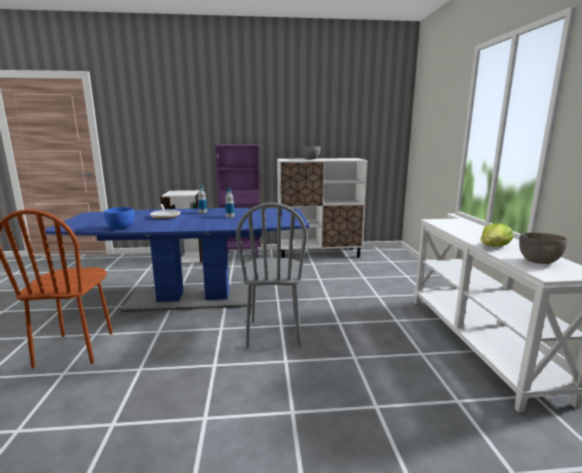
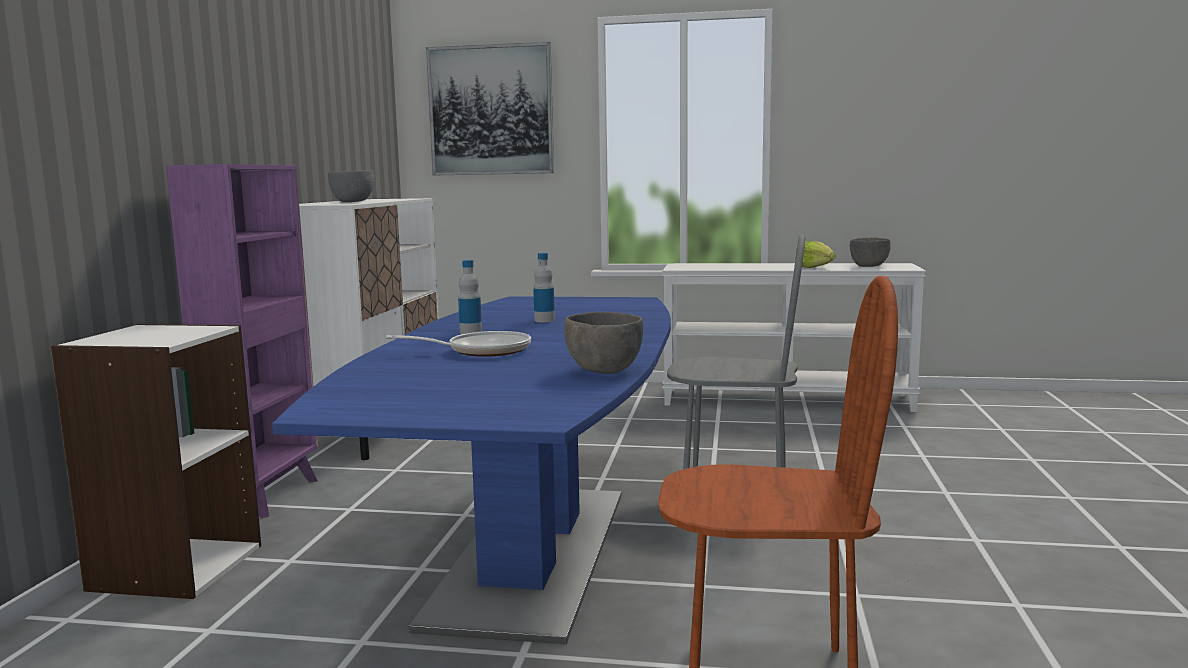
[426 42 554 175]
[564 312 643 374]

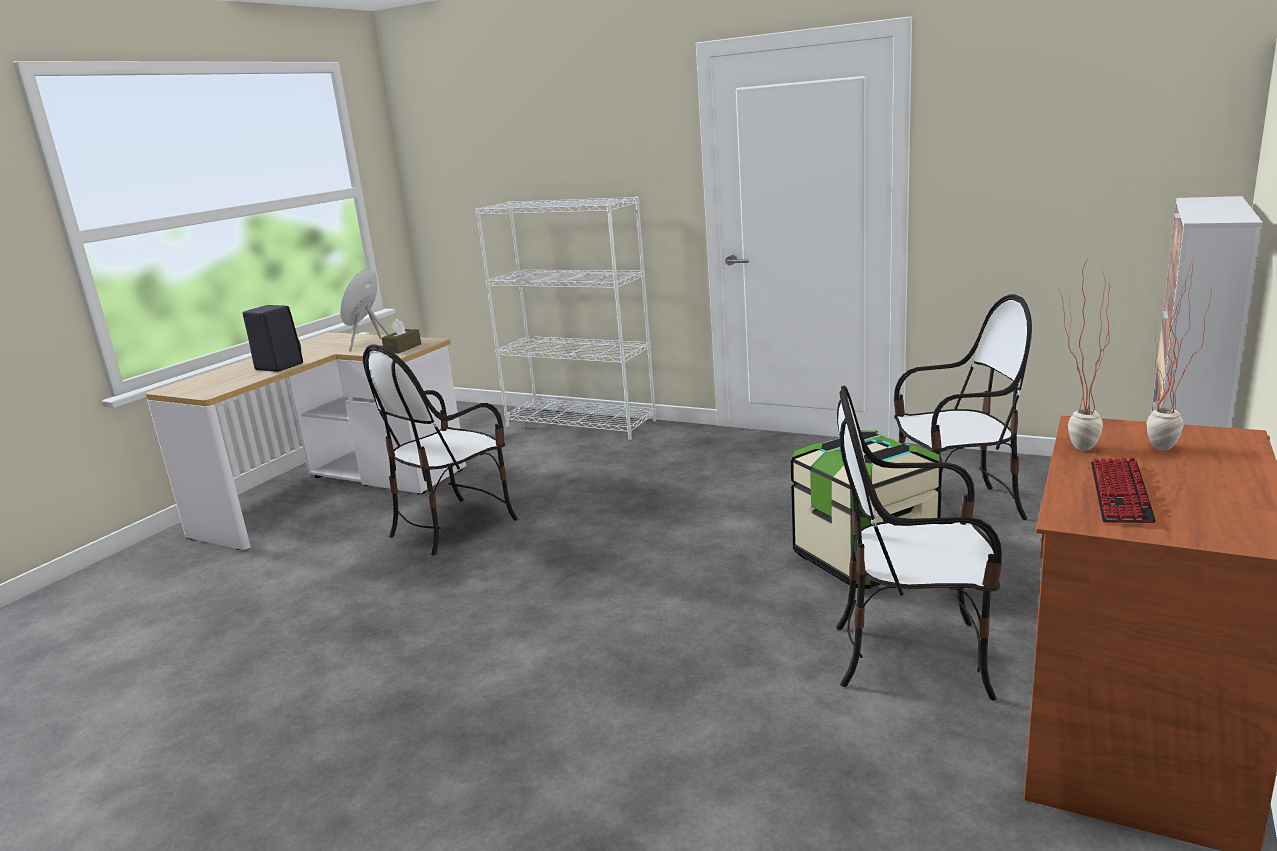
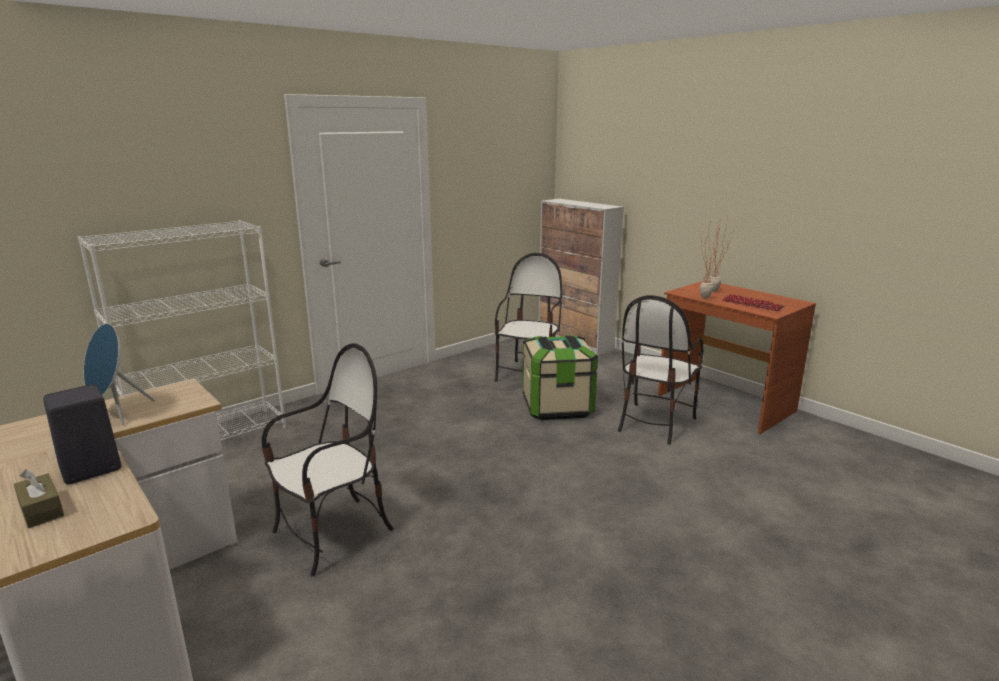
[14 469 64 528]
[262 343 394 576]

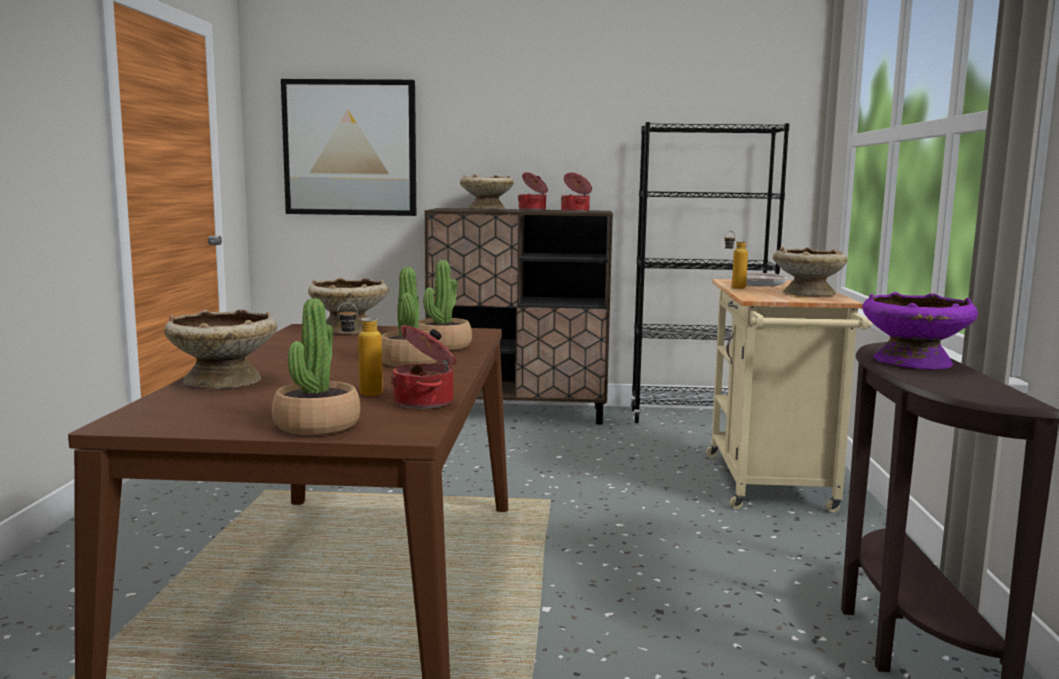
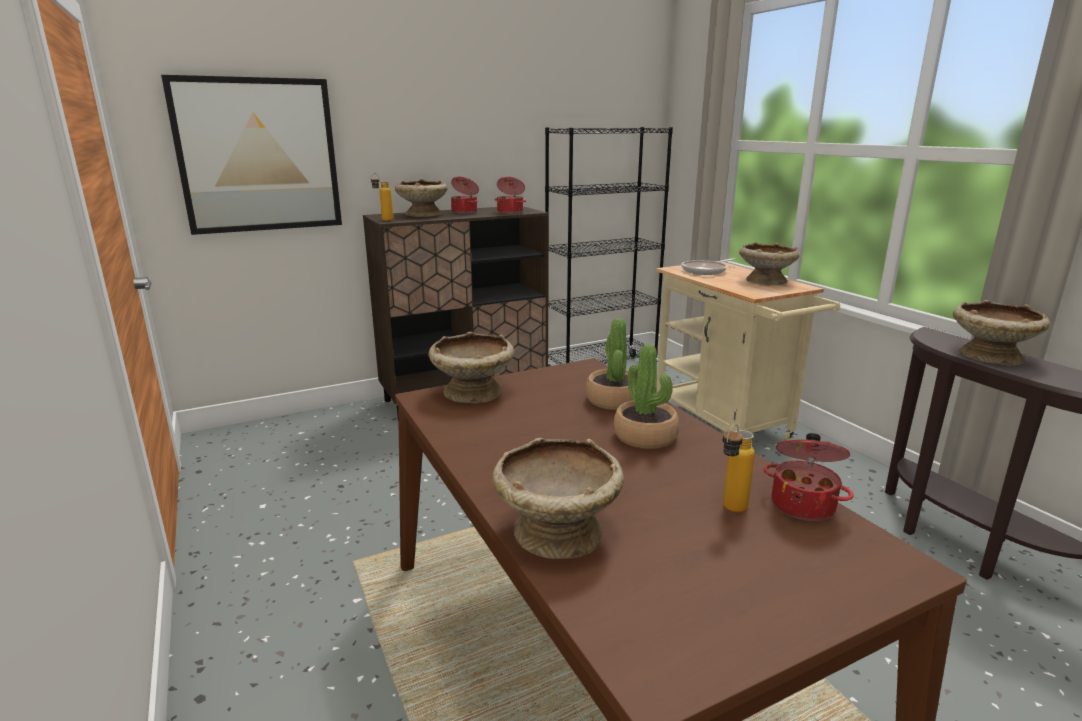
[370 173 393 221]
[953 300 1050 365]
[272 298 360 435] (first image)

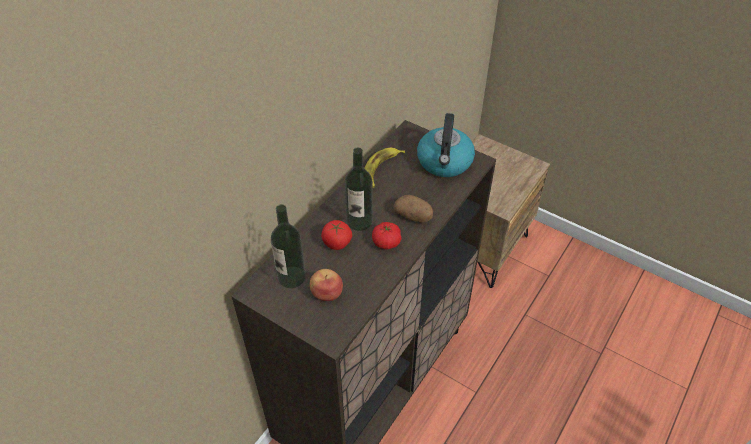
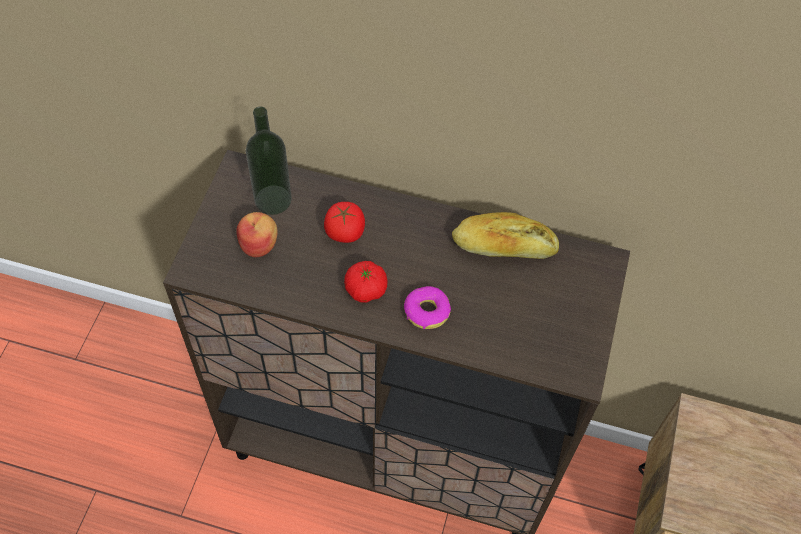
[404 286 451 329]
[452 212 559 259]
[345 148 373 231] (first image)
[417 113 475 177] (first image)

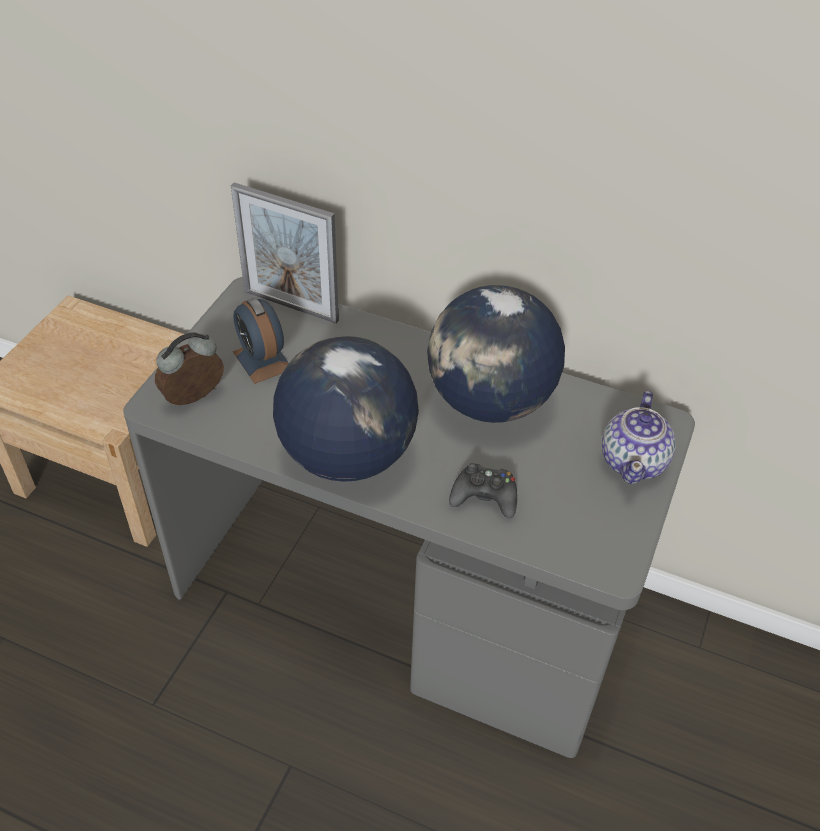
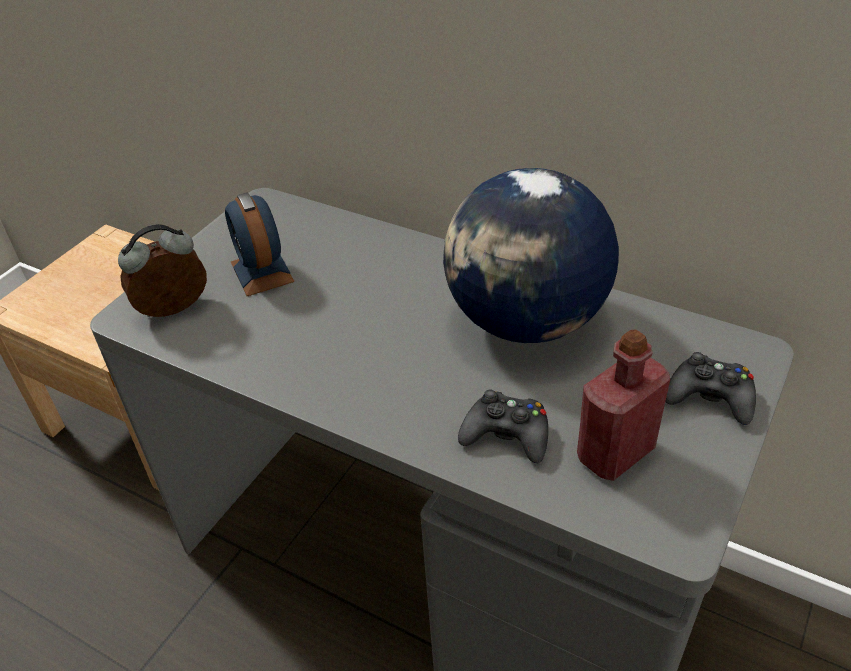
[577 329 670 481]
[665 352 756 425]
[231 182 339 324] (first image)
[273 336 419 481] (first image)

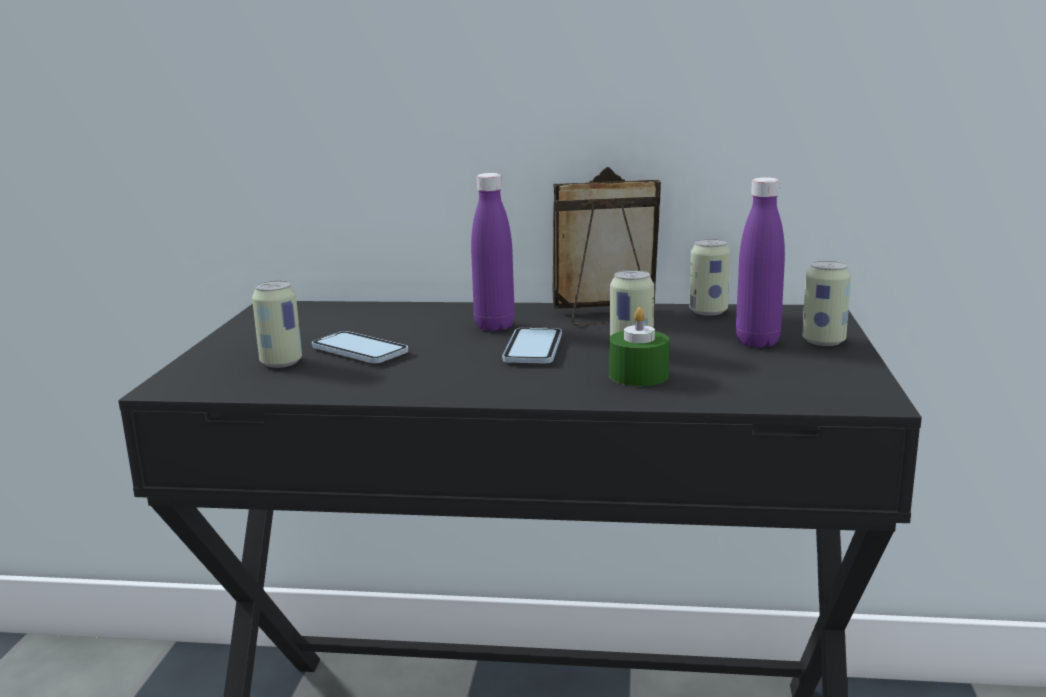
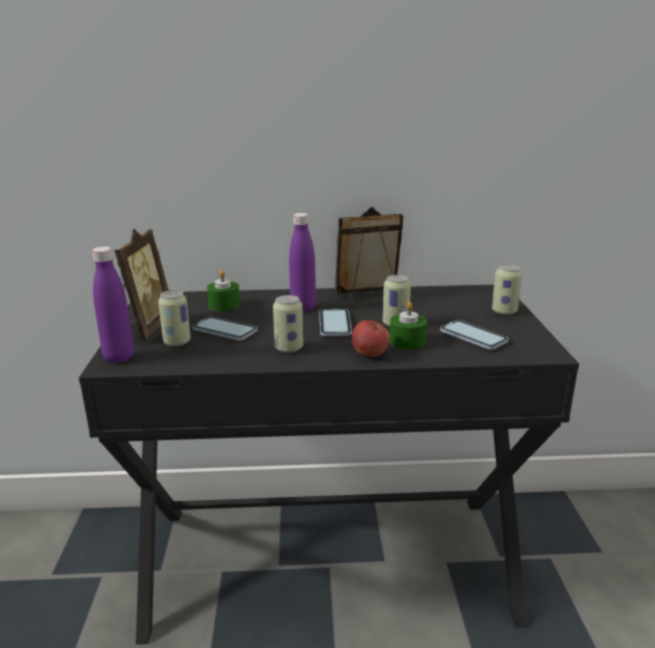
[92 246 134 364]
[114 228 169 340]
[207 270 240 312]
[273 295 303 353]
[352 320 390 357]
[440 320 509 350]

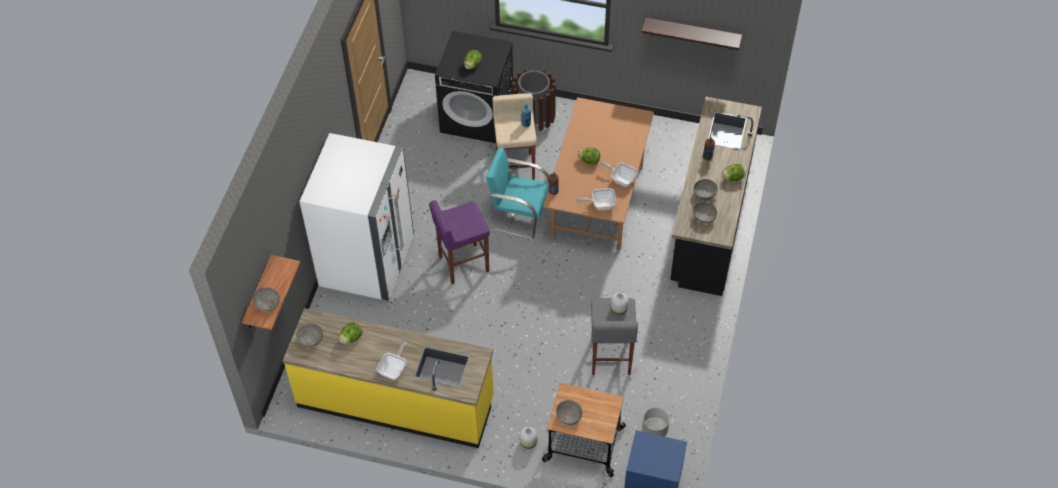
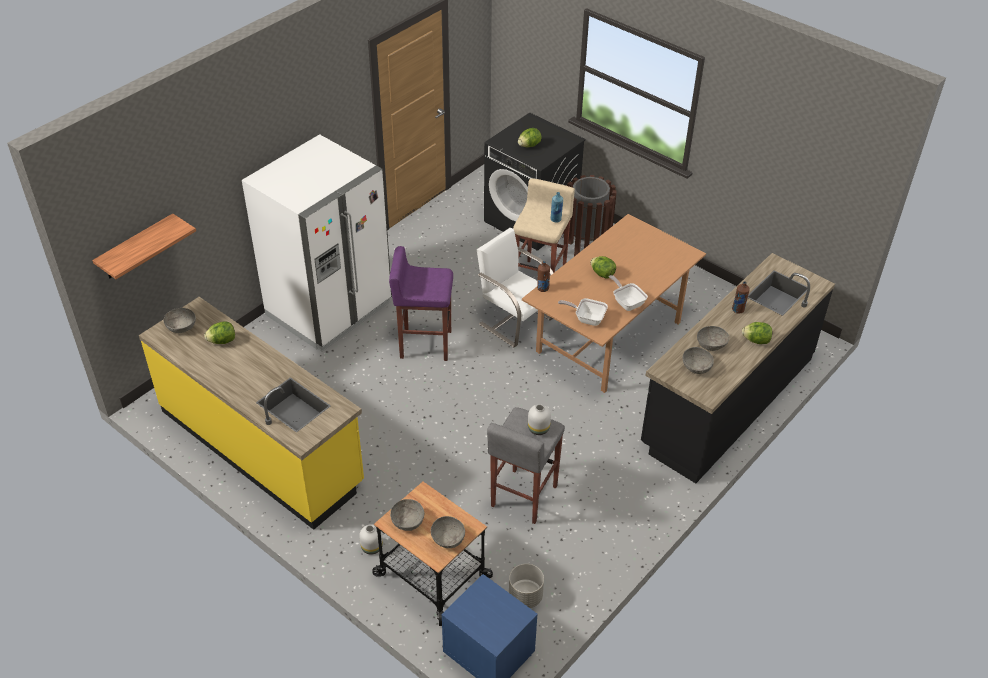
[431 516 465 548]
[477 228 553 347]
[376 341 407 380] (first image)
[641 17 742 50] (first image)

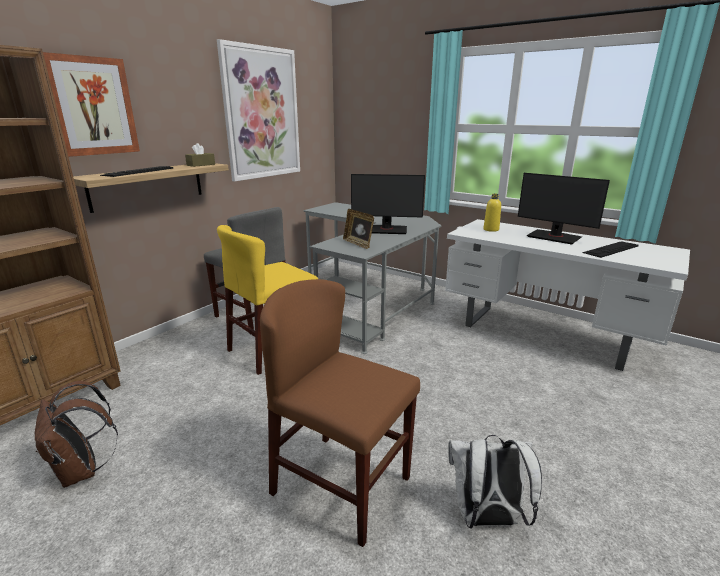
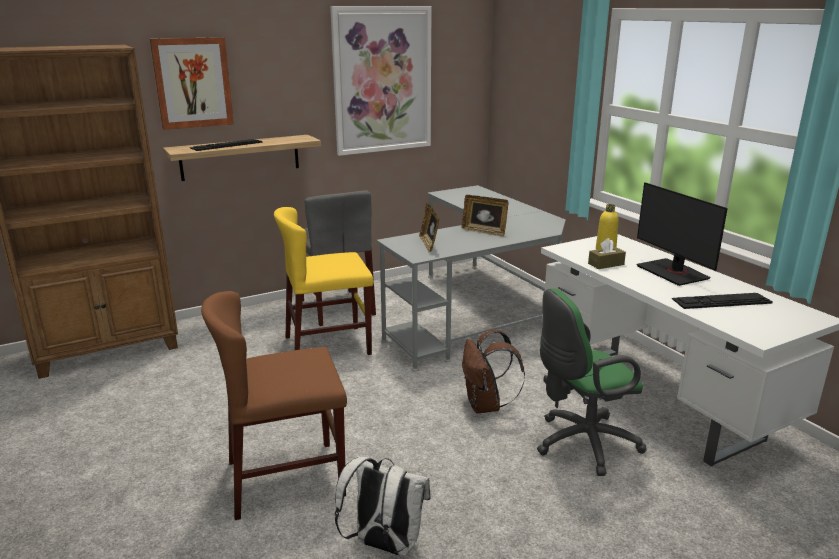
[201 291 347 520]
[462 195 508 236]
[462 329 525 414]
[537 288 646 476]
[588 238 626 269]

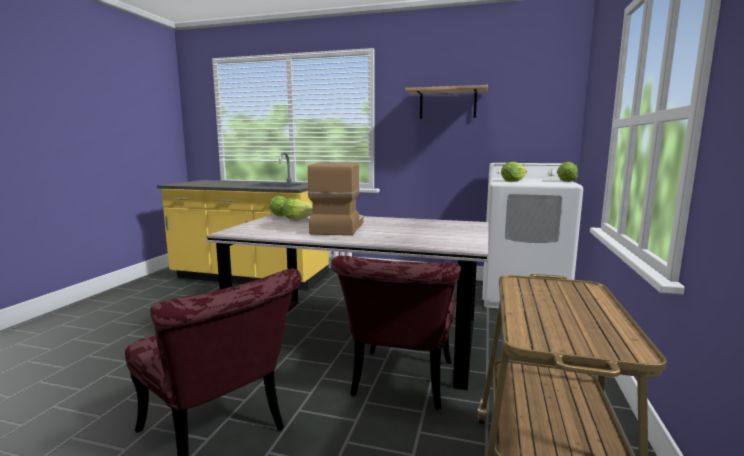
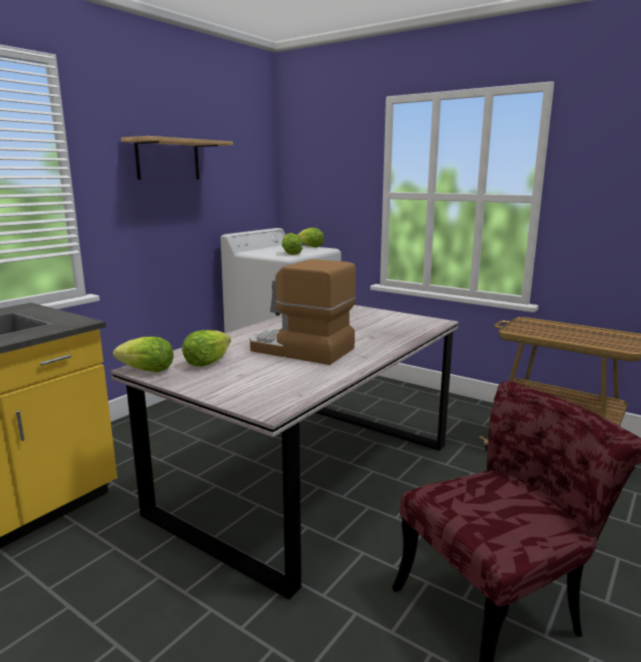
[331 256 461 410] (first image)

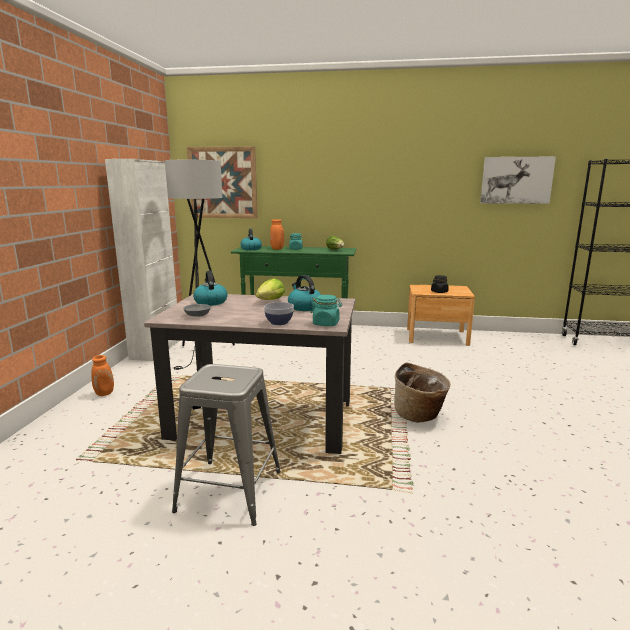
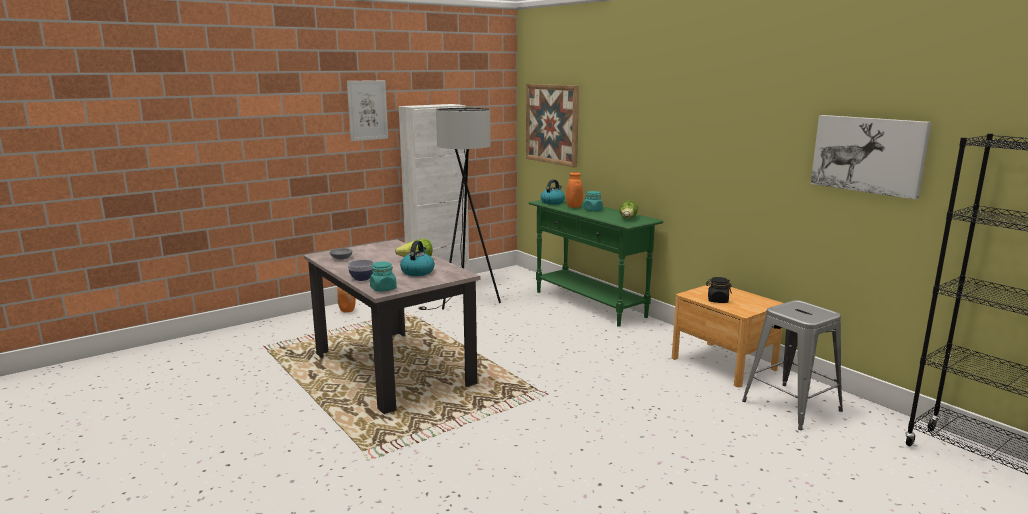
[347 80 388 141]
[742 300 843 430]
[193 271 228 306] (first image)
[394 363 450 423] (first image)

